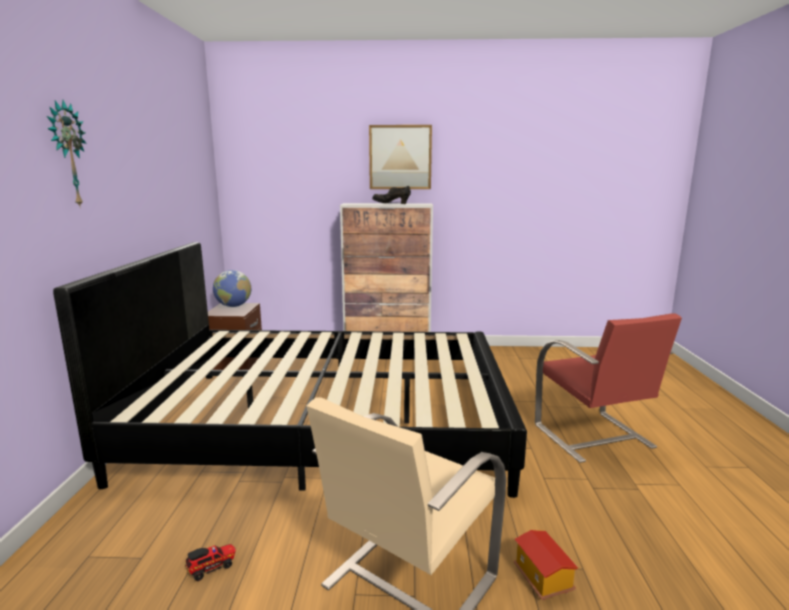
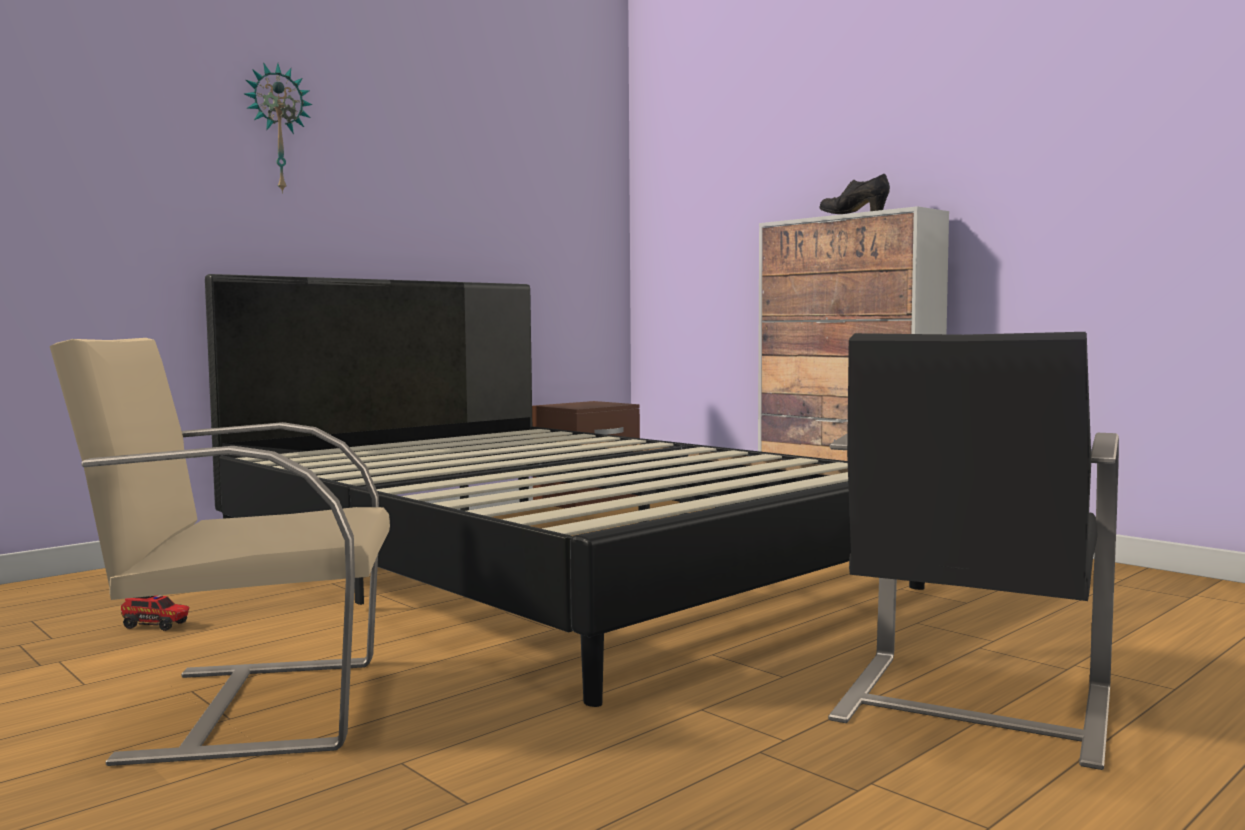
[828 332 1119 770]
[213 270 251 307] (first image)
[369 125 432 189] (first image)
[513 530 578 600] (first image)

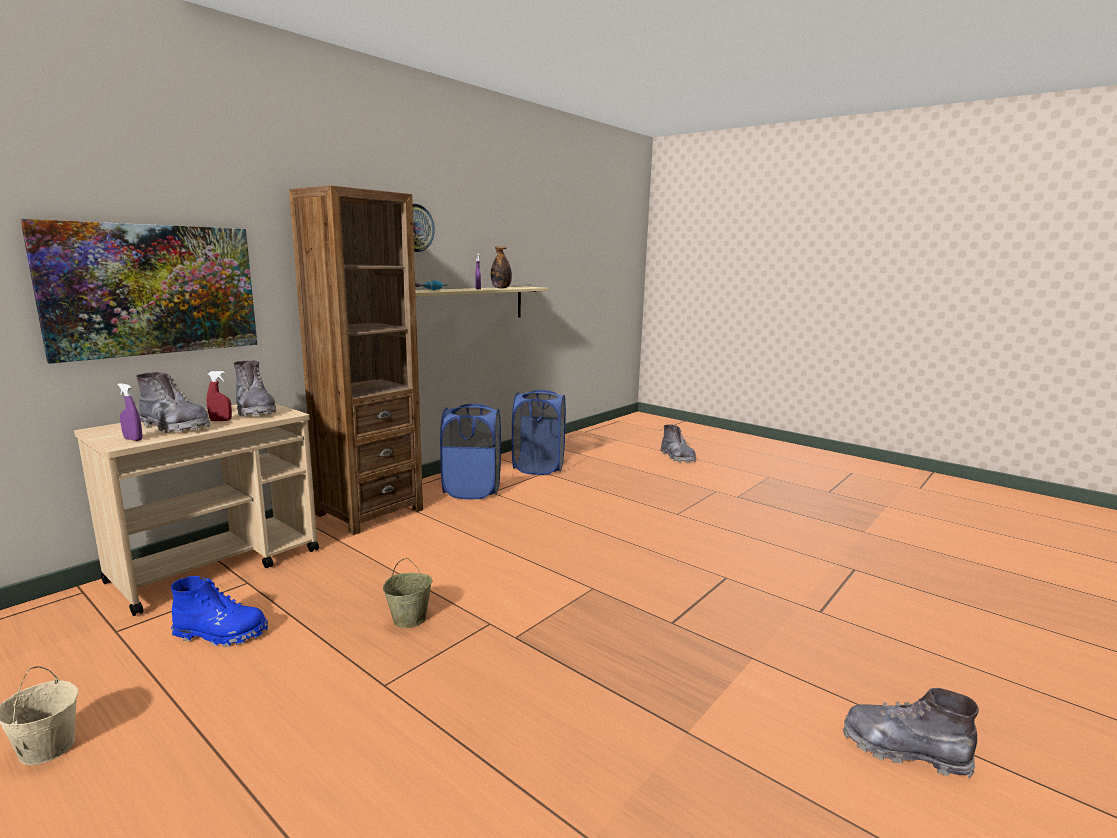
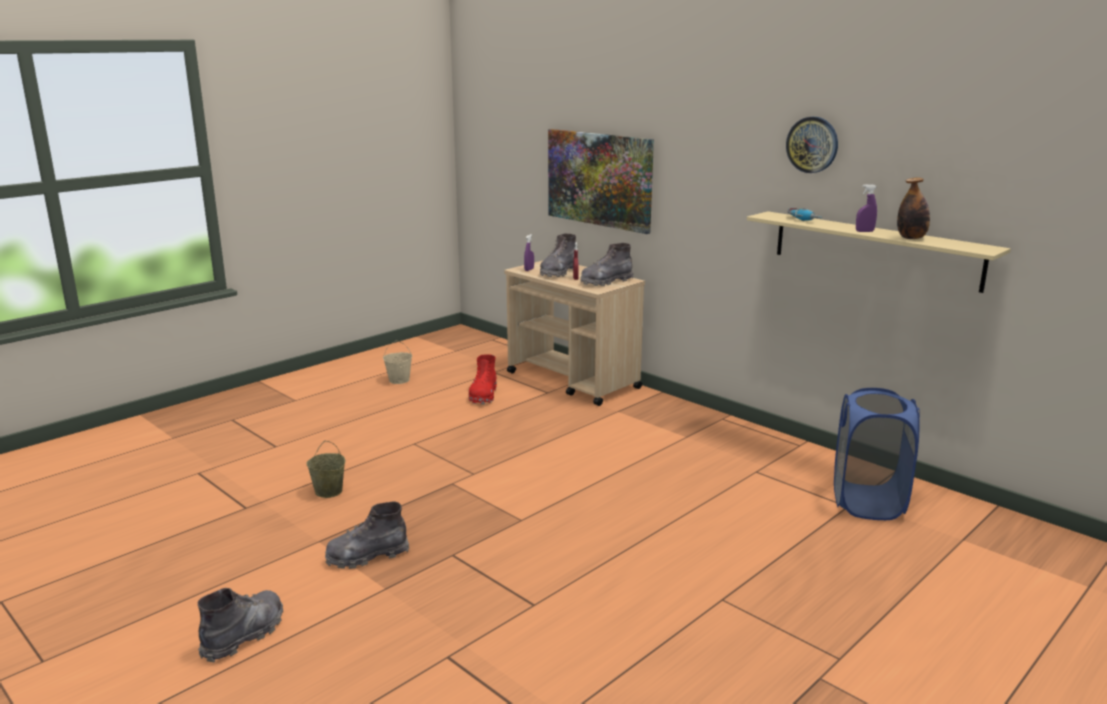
[307 441 345 498]
[325 502 409 569]
[469 354 497 405]
[289 185 423 535] (first image)
[440 404 501 499] (first image)

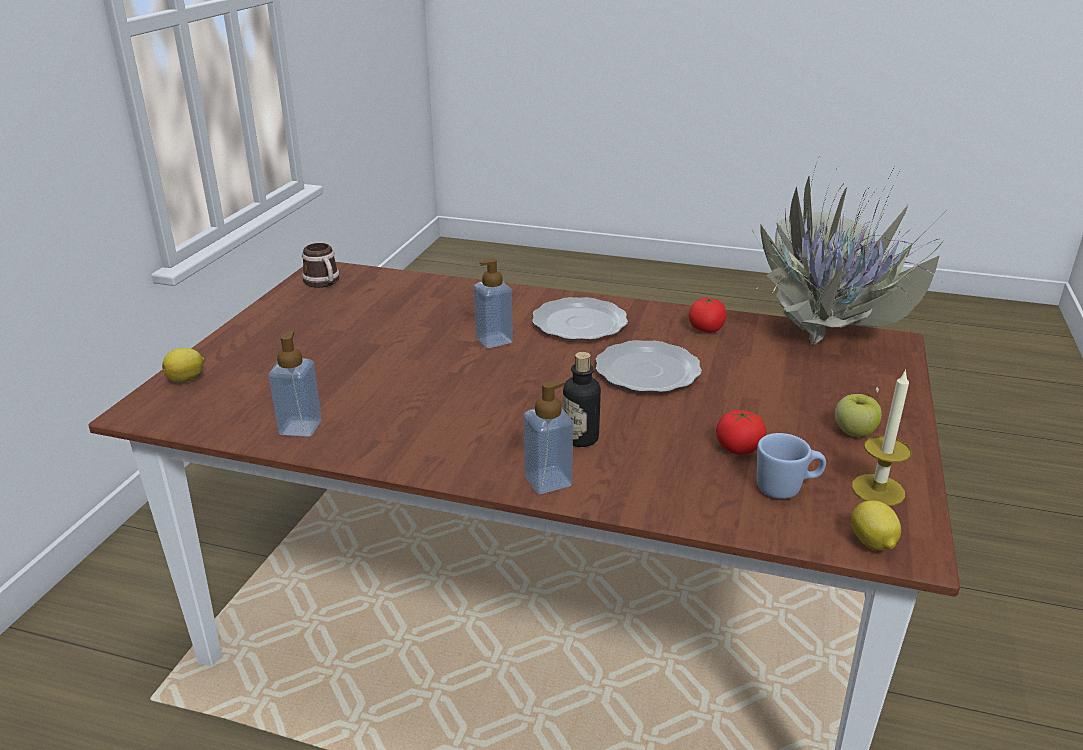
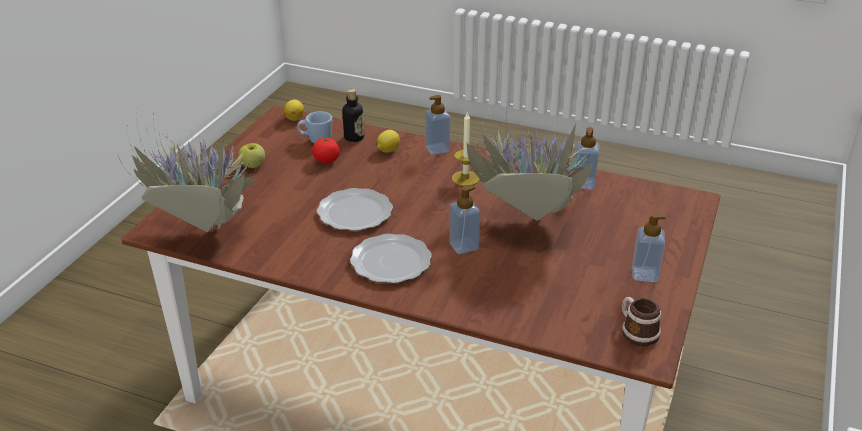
[342 89 364 142]
[377 130 400 153]
[452 113 480 186]
[458 104 601 221]
[632 213 666 282]
[689 298 727 333] (first image)

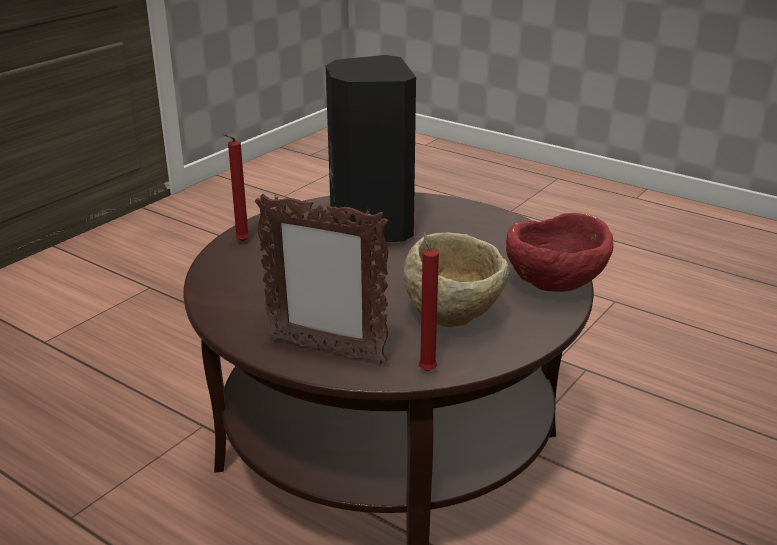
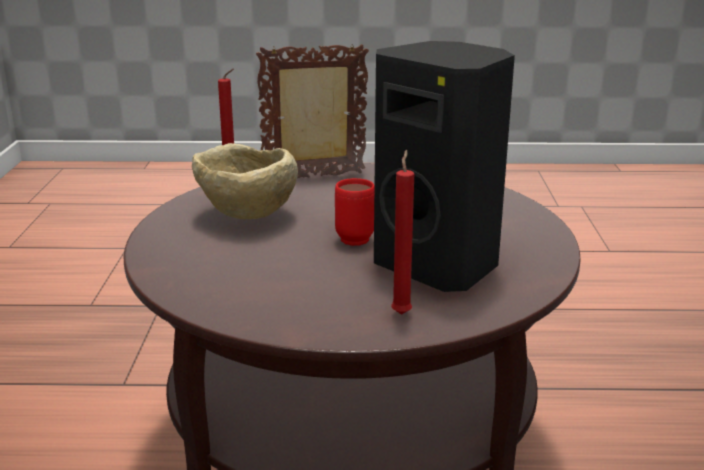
[335 178 375 246]
[391 150 414 315]
[506 213 614 292] (first image)

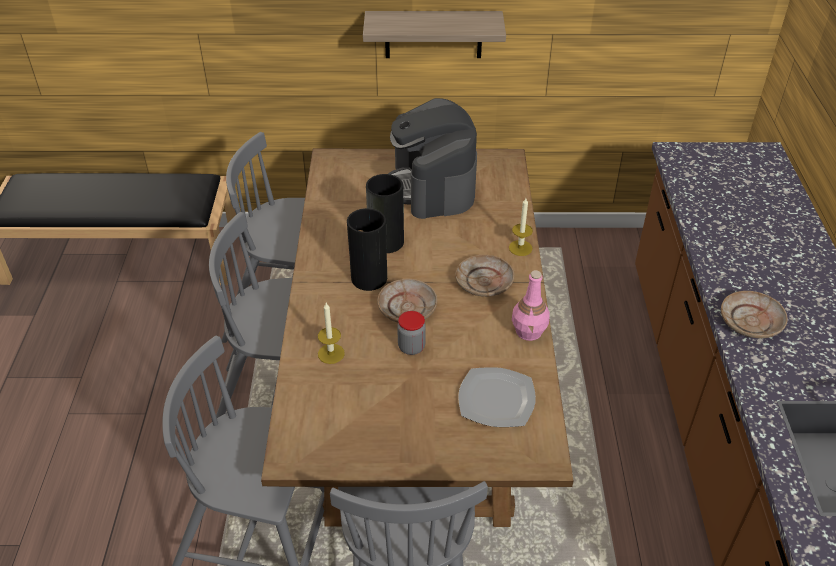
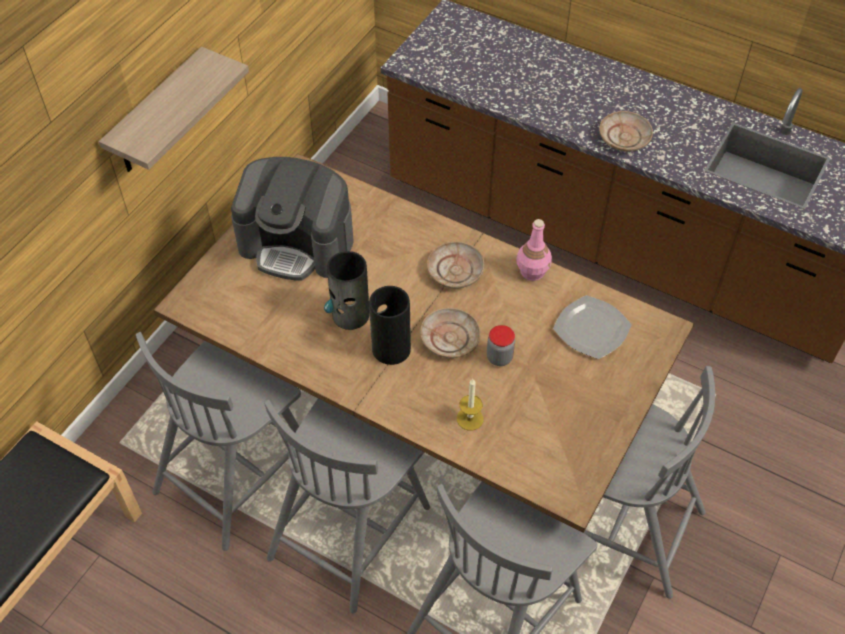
[509 198 533 256] (first image)

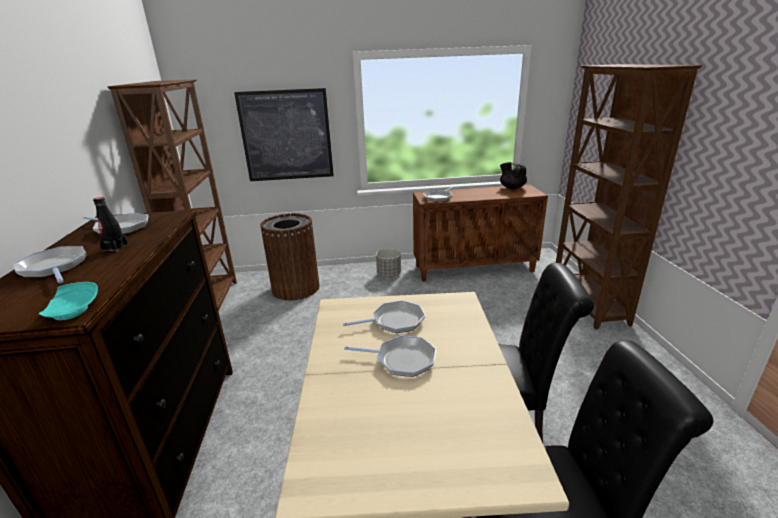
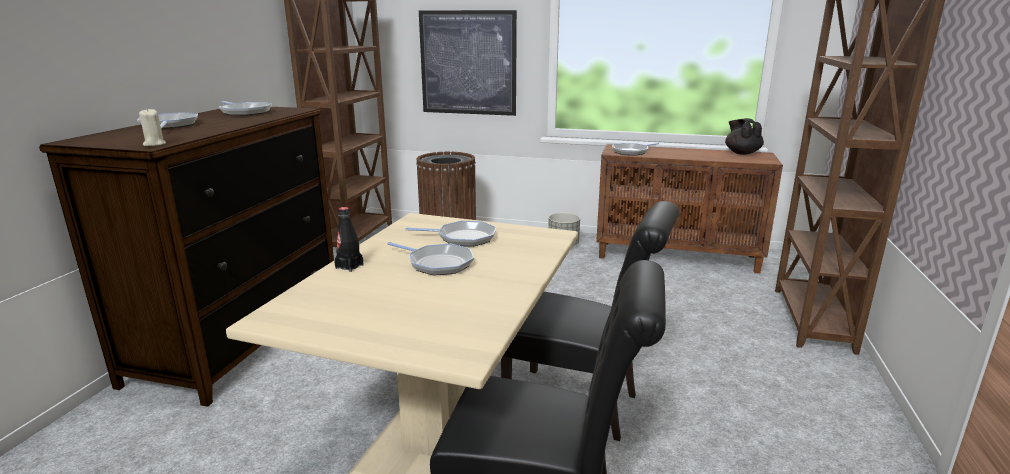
[139 108 166 146]
[334 207 363 272]

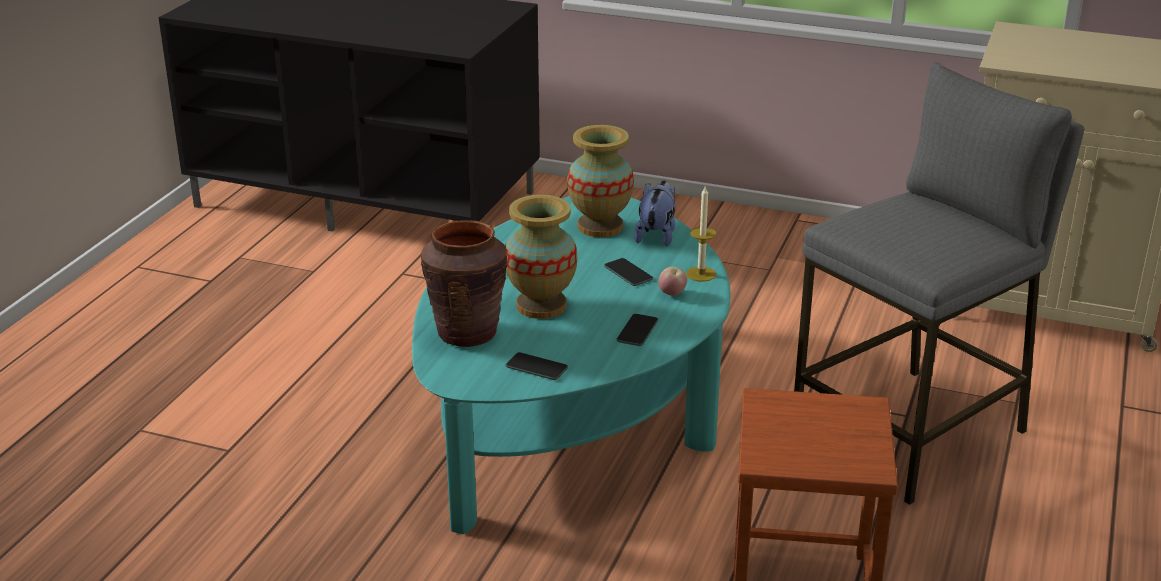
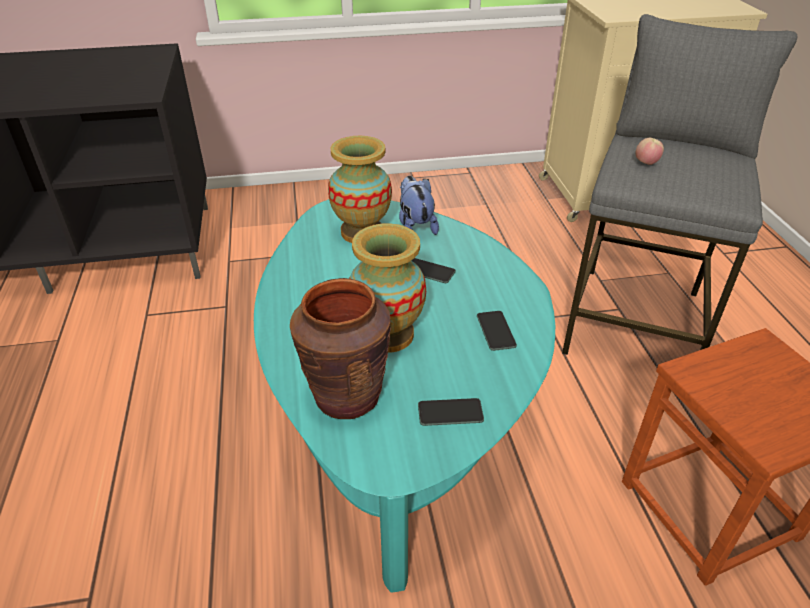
[635 138 664 165]
[686 187 716 282] (first image)

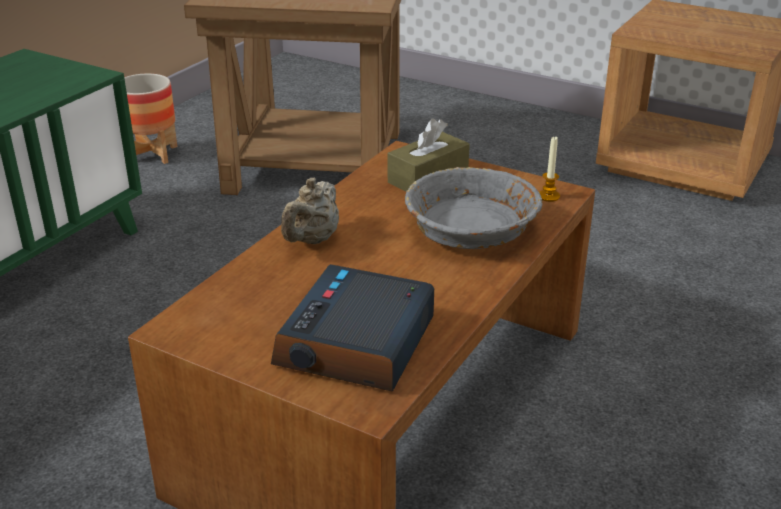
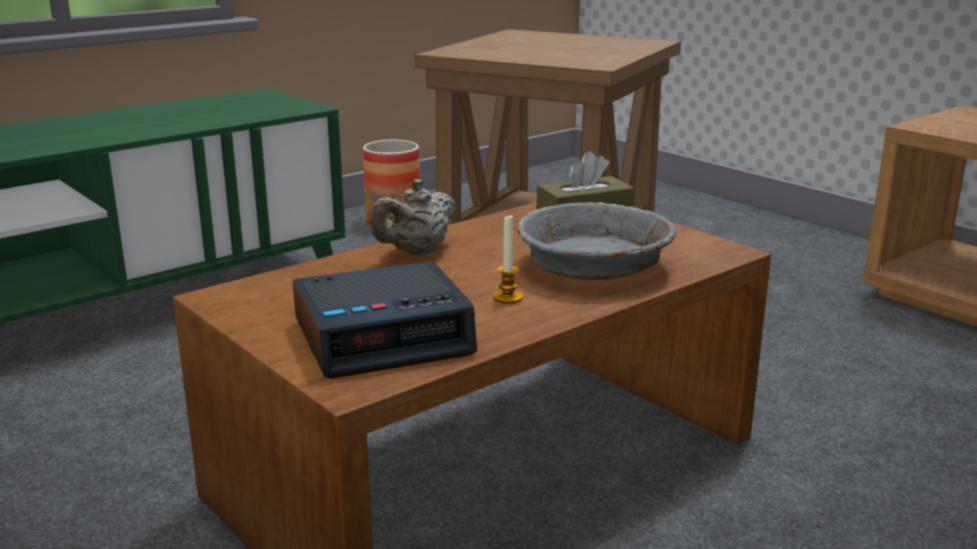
[293 261 477 379]
[493 214 523 304]

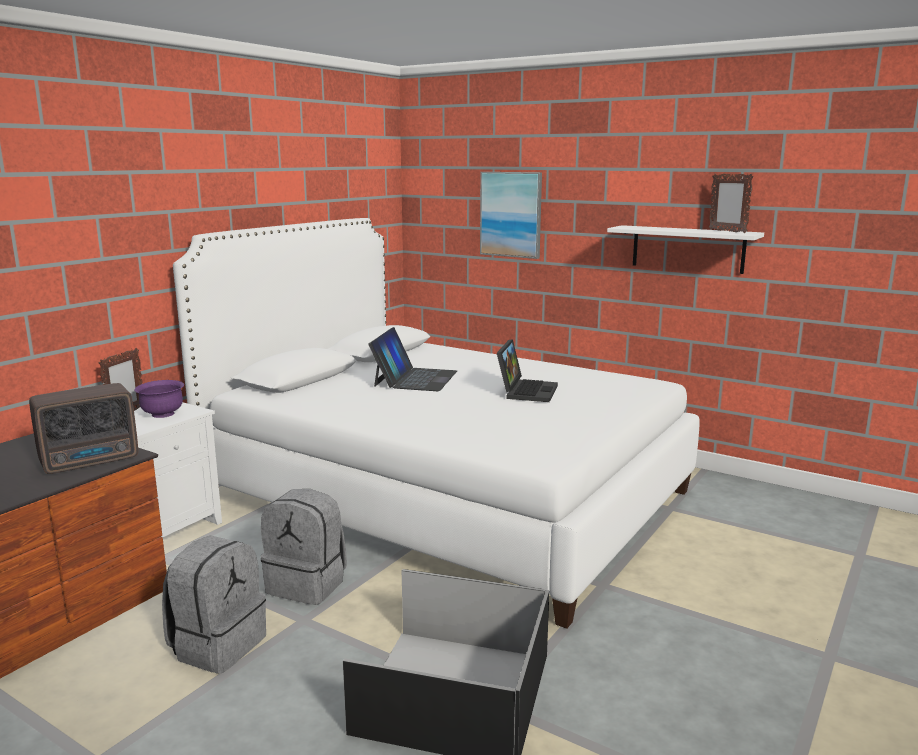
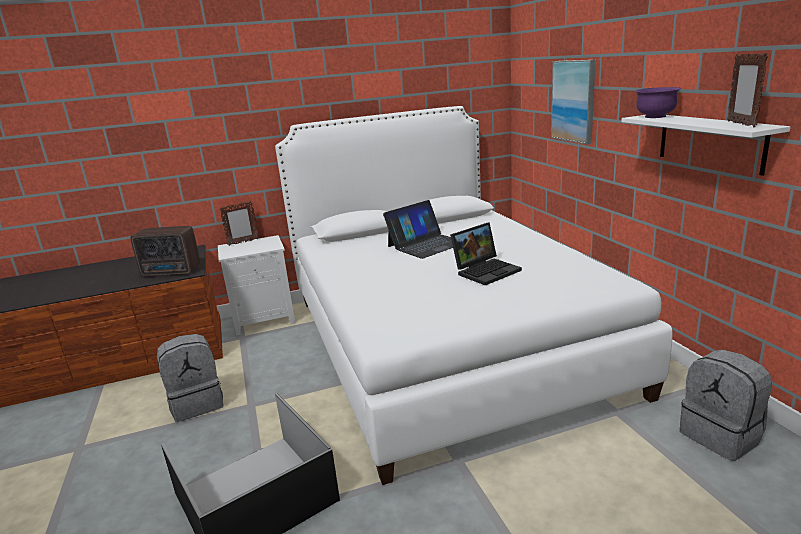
[635 87 681 118]
[680 349 772 461]

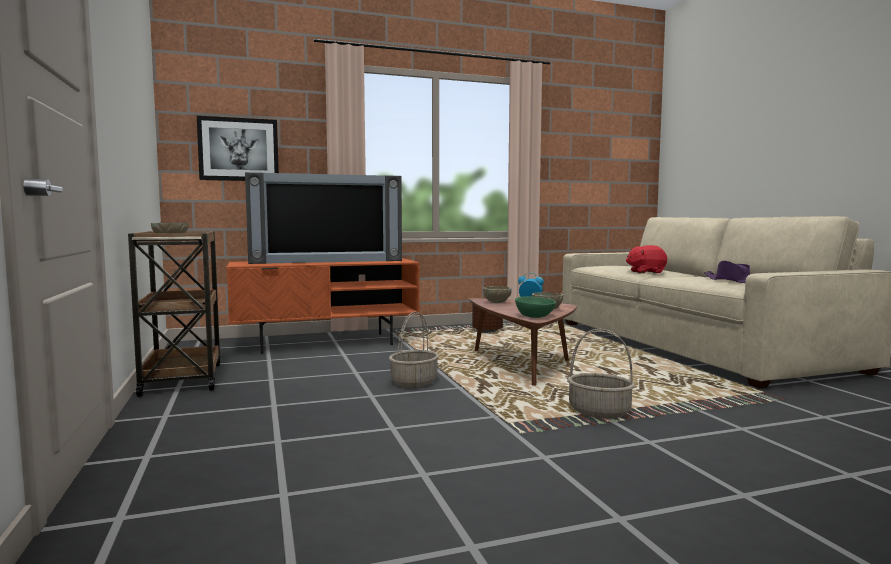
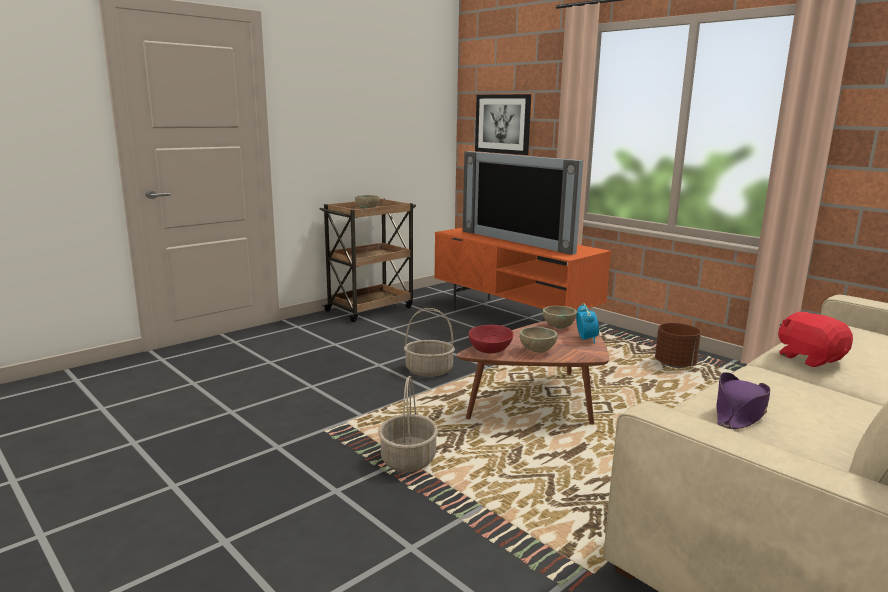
[469 325 514 353]

